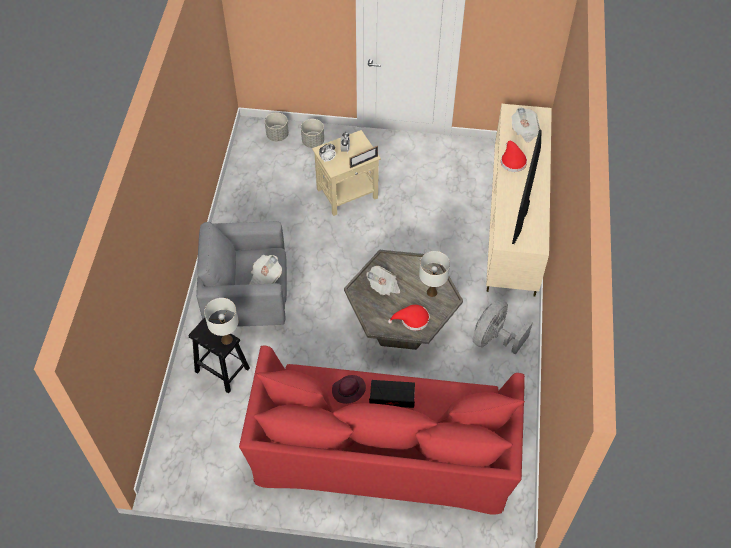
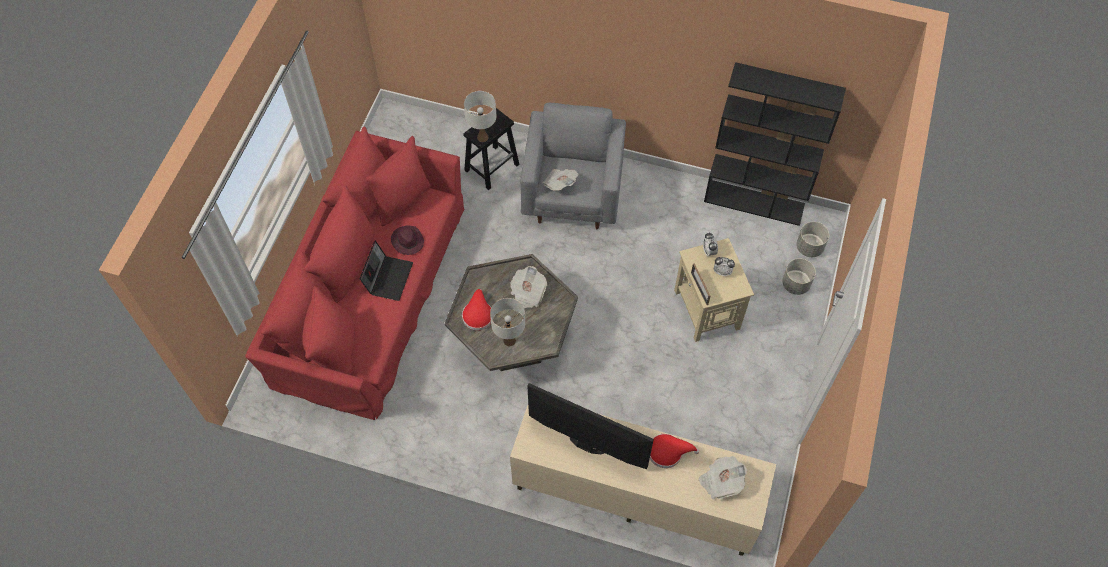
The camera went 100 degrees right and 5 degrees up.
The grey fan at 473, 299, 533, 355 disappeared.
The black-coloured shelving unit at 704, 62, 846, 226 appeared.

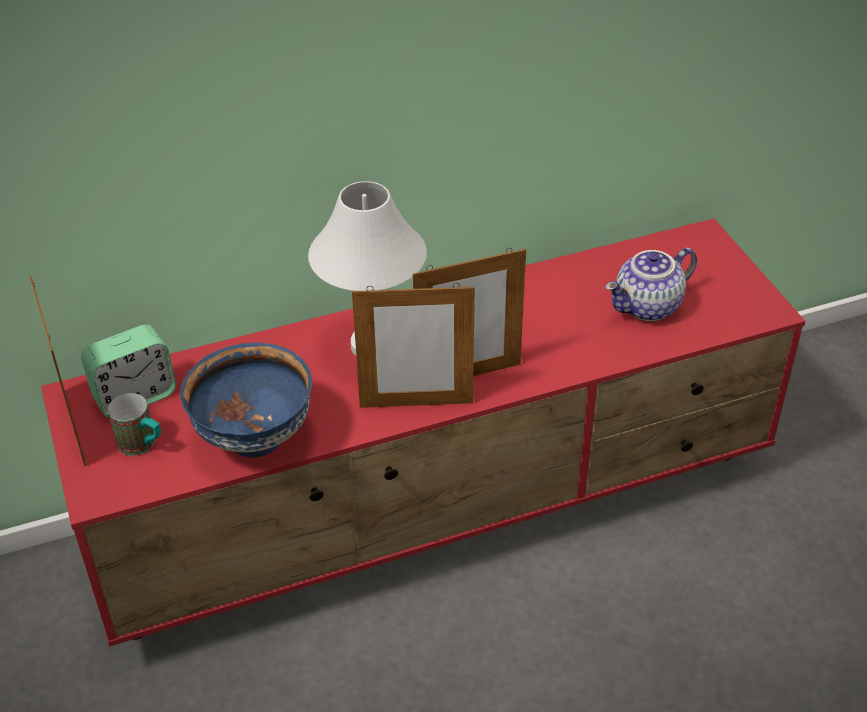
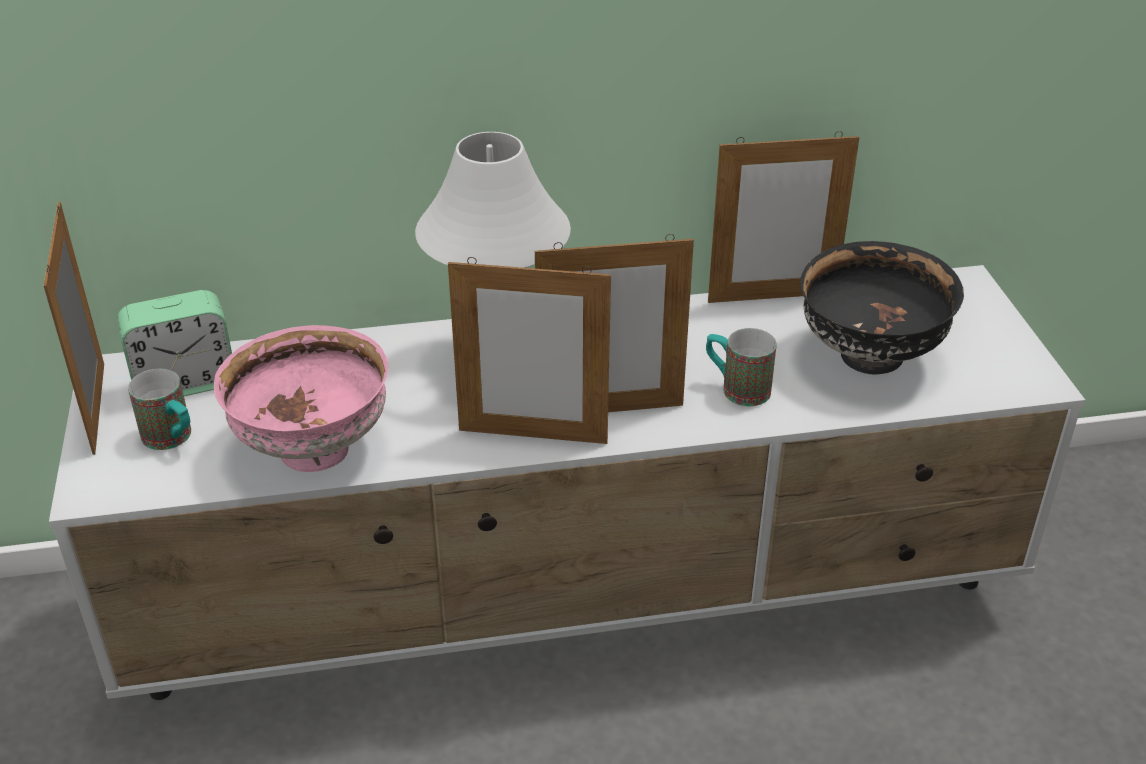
The camera went 10 degrees right and 5 degrees down.
The red tv unit at 41, 219, 805, 646 became the whitish tv unit at 49, 265, 1085, 700.
The tea pot at 605, 247, 697, 321 was replaced by the black-coloured bowl at 800, 241, 964, 374.
The blue-coloured bowl at 180, 343, 312, 457 became the pinkish bowl at 214, 325, 389, 472.
The photo frame at 708, 131, 859, 303 appeared.
The coffee mug at 706, 328, 777, 406 appeared.

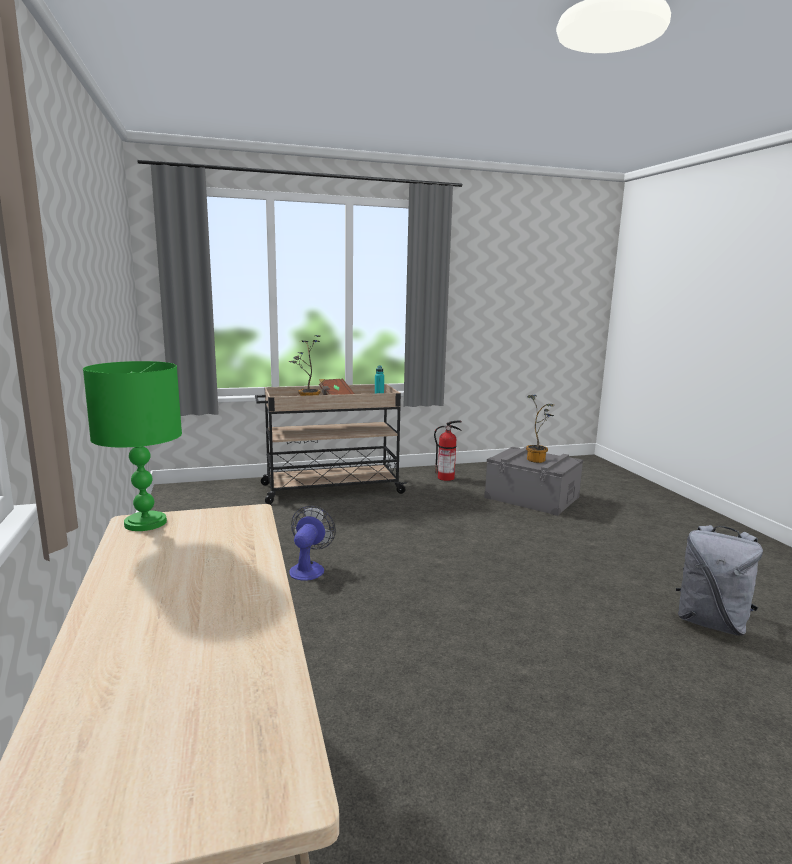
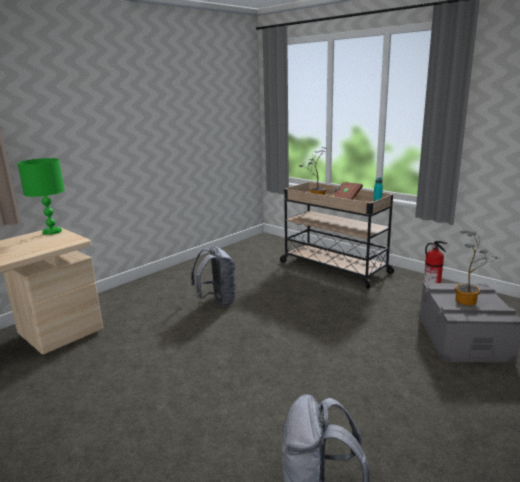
The camera went 60 degrees right and 5 degrees up.
The fan at 289, 506, 336, 581 was replaced by the grey knapsack at 191, 246, 236, 307.

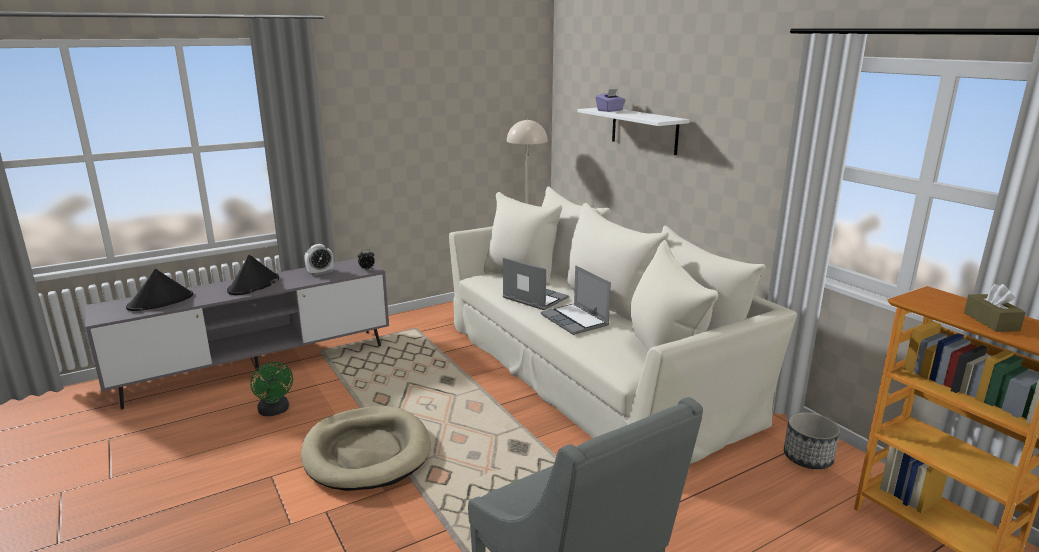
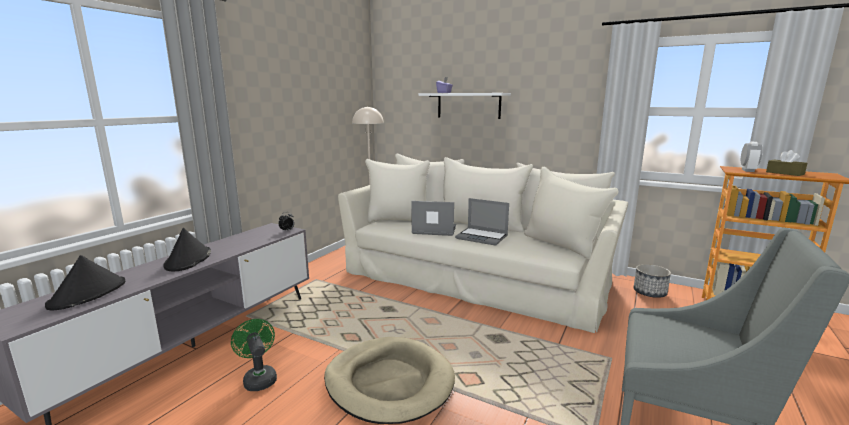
The camera went 30 degrees left and 5 degrees down.
The alarm clock moved from 304, 244, 334, 276 to 741, 142, 763, 172.
The greenish fan at 250, 362, 293, 416 turned 150 degrees counterclockwise.

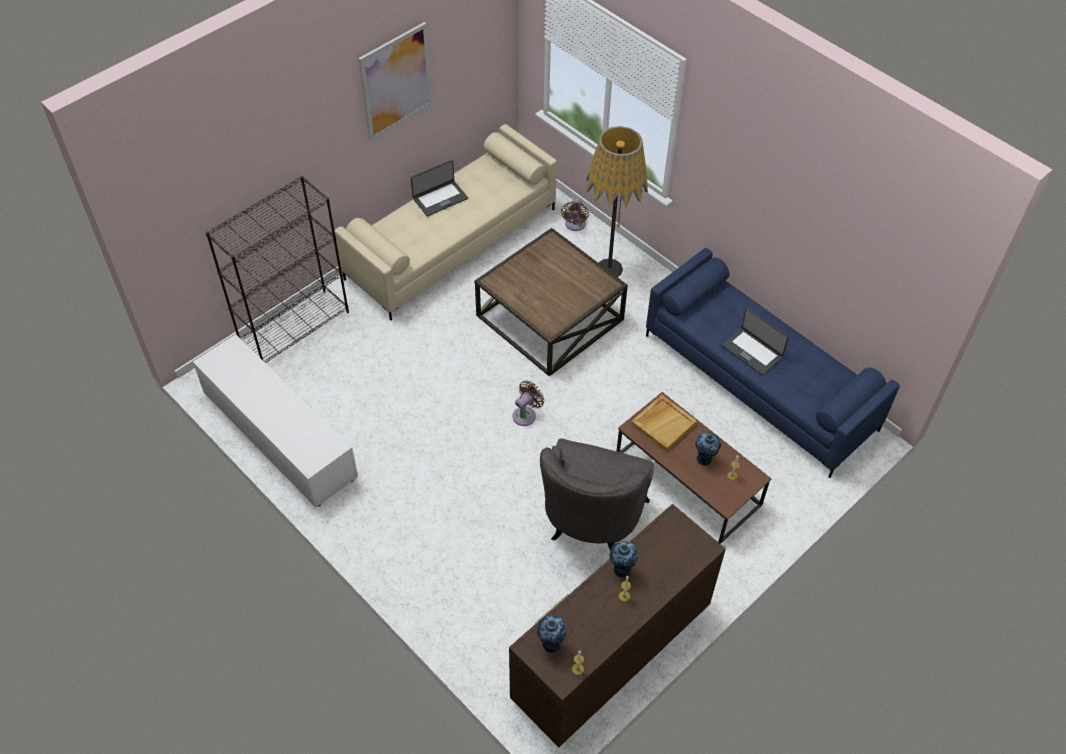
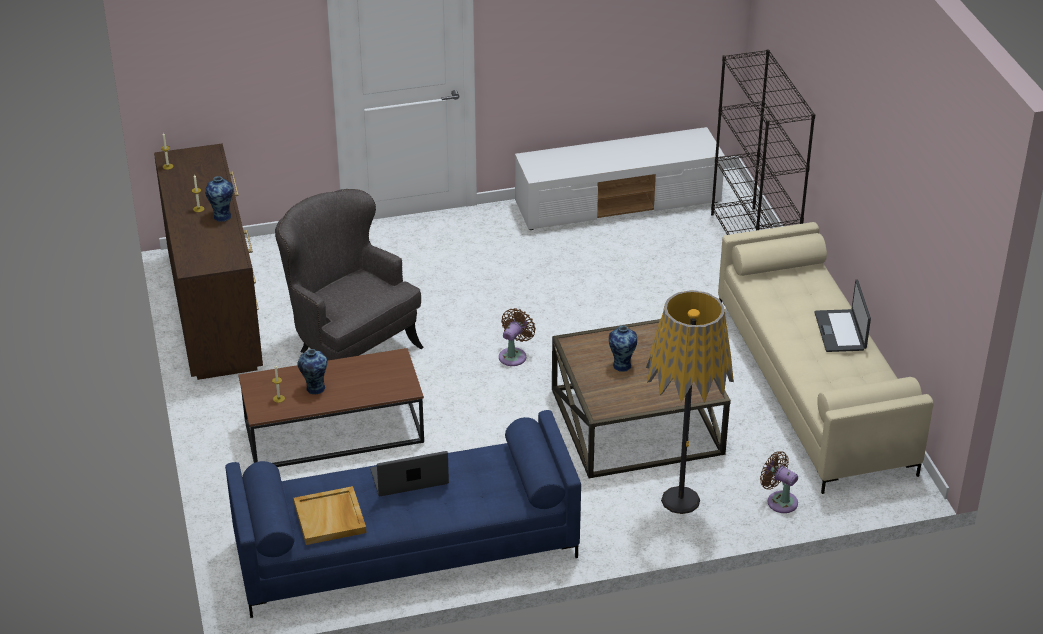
The camera went 120 degrees right and 15 degrees down.
The picture at 358, 22, 432, 141 disappeared.
The brown-coloured fan at 513, 381, 544, 426 turned 135 degrees counterclockwise.
The beige carrying tray moved from 631, 395, 697, 452 to 294, 486, 366, 545.
The flower vase moved from 537, 615, 567, 653 to 609, 325, 637, 372.

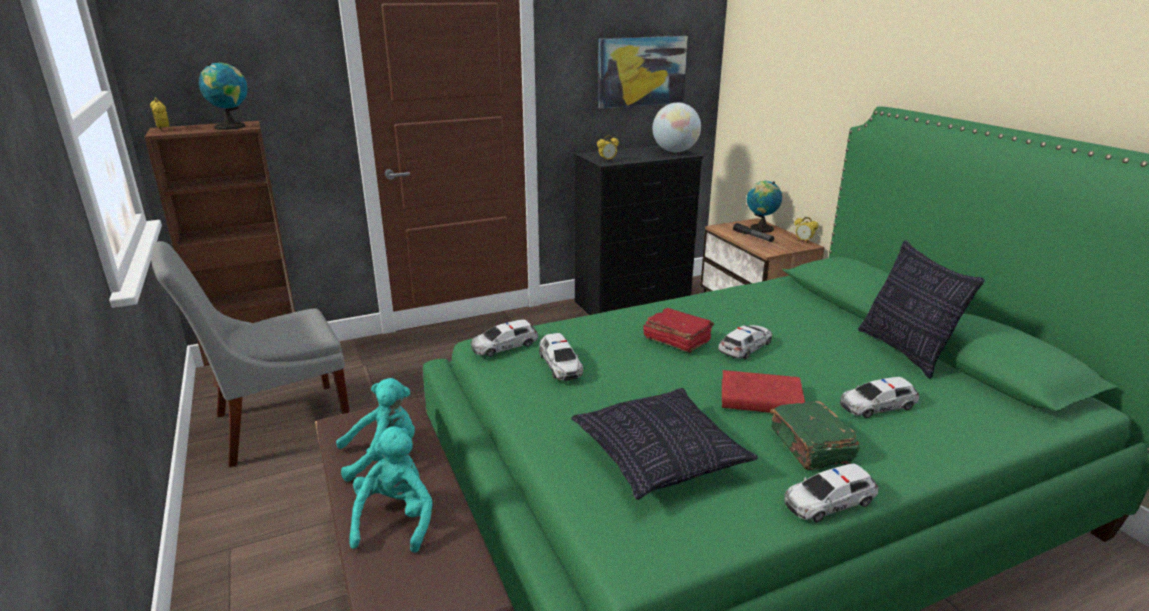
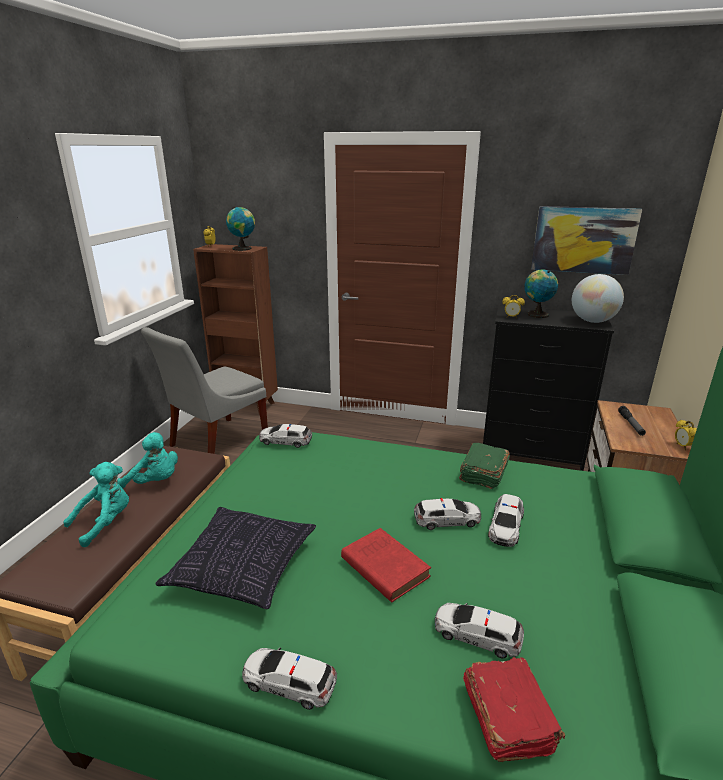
The camera went 40 degrees right and 0 degrees up.
The world globe moved from 747, 181, 782, 233 to 524, 270, 558, 318.
The cushion at 858, 240, 985, 379 disappeared.
The grey plain chair at 151, 241, 349, 467 turned 60 degrees counterclockwise.
The red volume moved from 643, 308, 714, 352 to 463, 657, 565, 762.
The miniature car moved from 539, 333, 583, 380 to 488, 494, 524, 547.
The greenish volume moved from 770, 401, 860, 470 to 459, 443, 510, 489.

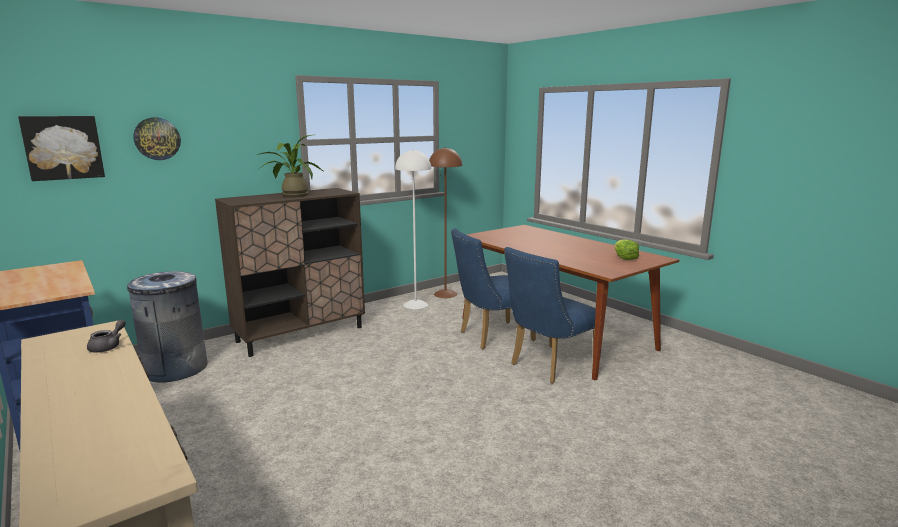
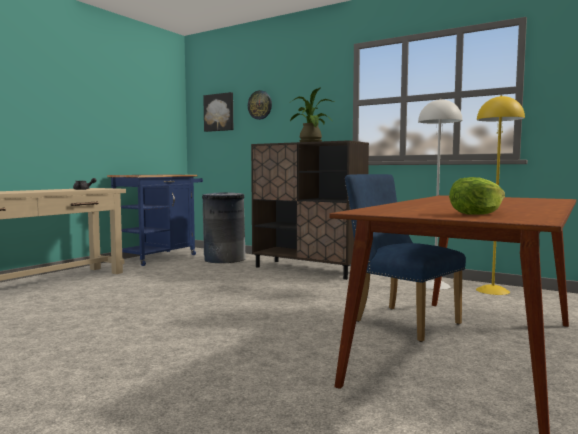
The camera went 70 degrees right and 10 degrees down.
The brown-coloured floor lamp at 429, 147, 462, 298 became the yellowish floor lamp at 476, 95, 525, 295.
The blue-coloured plain chair at 504, 247, 596, 384 disappeared.

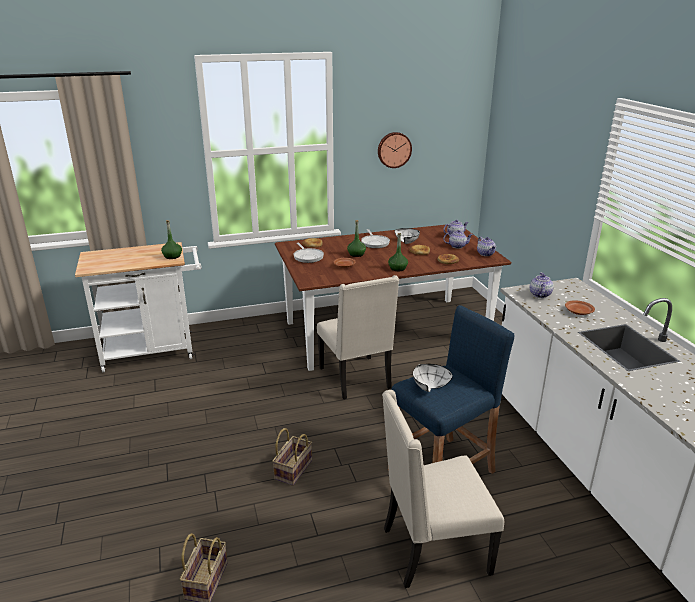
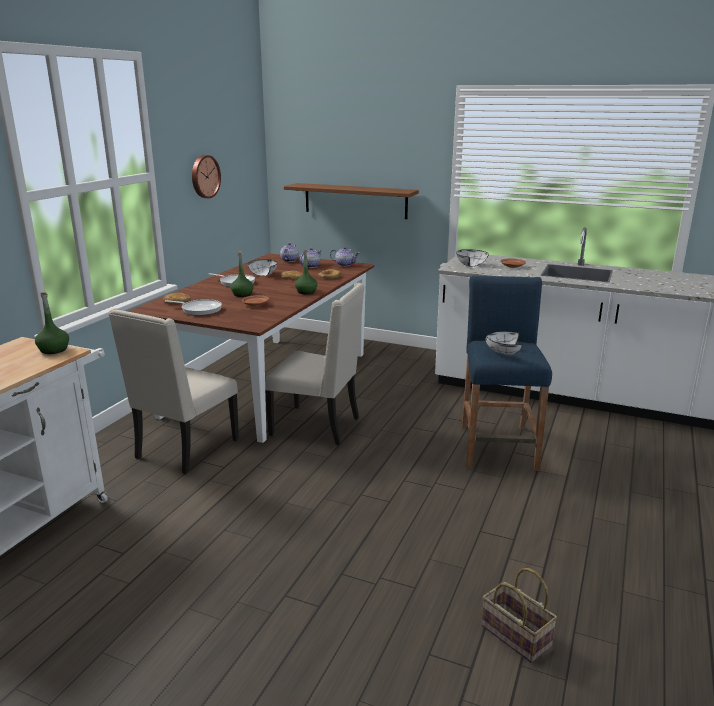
The camera went 50 degrees left and 5 degrees down.
The tea pot at 530, 272, 554, 298 was replaced by the whitish bowl at 456, 249, 489, 267.
The beige plain chair moved from 382, 390, 504, 588 to 108, 308, 239, 474.
The household basket at 272, 428, 312, 486 disappeared.
The brown-coloured bracket shelf at 284, 183, 419, 219 appeared.

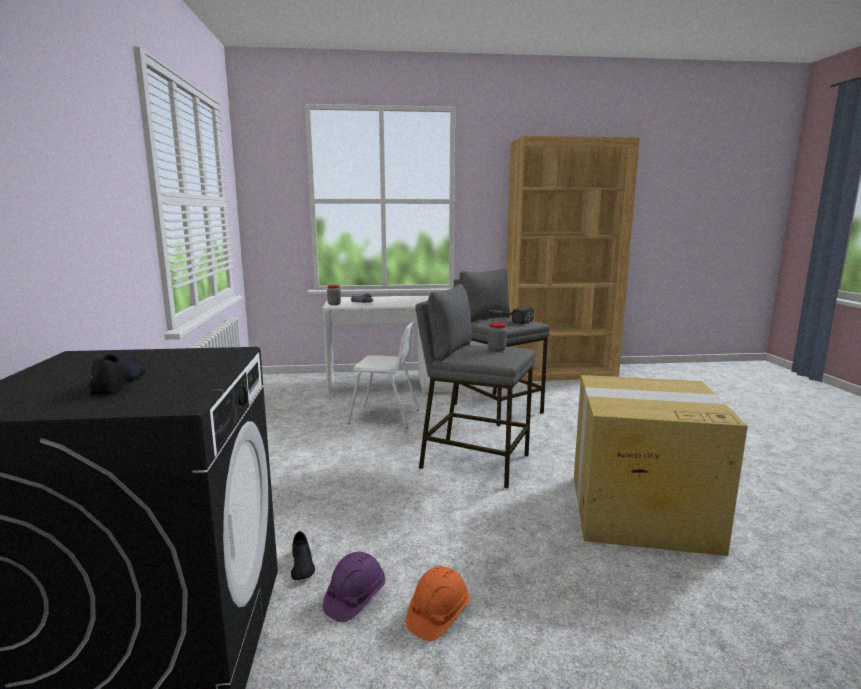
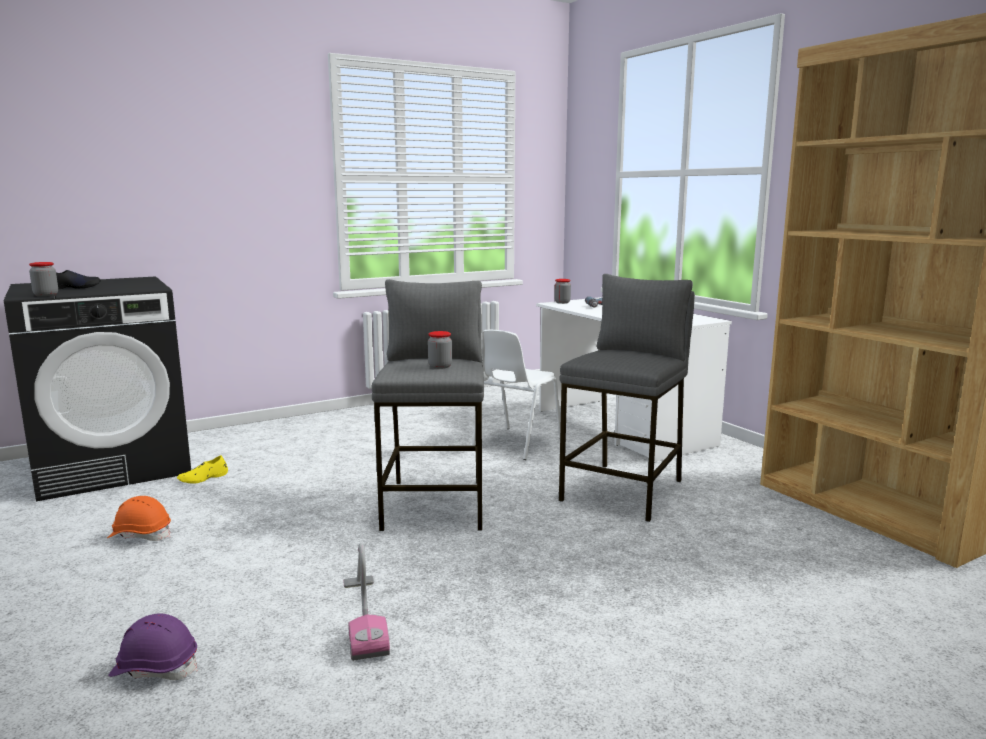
The camera went 65 degrees right and 0 degrees up.
The hand hammer at 488, 307, 534, 324 disappeared.
The whitish plain chair at 347, 321, 419, 428 turned 45 degrees clockwise.
The cardboard box at 574, 375, 748, 556 was replaced by the hoover at 343, 543, 390, 661.
The black-coloured item of footwear at 291, 531, 315, 580 became the yellowish item of footwear at 177, 455, 228, 484.
The purple hard hat moved from 323, 552, 385, 622 to 108, 614, 197, 680.
The jar at 29, 262, 58, 297 appeared.

